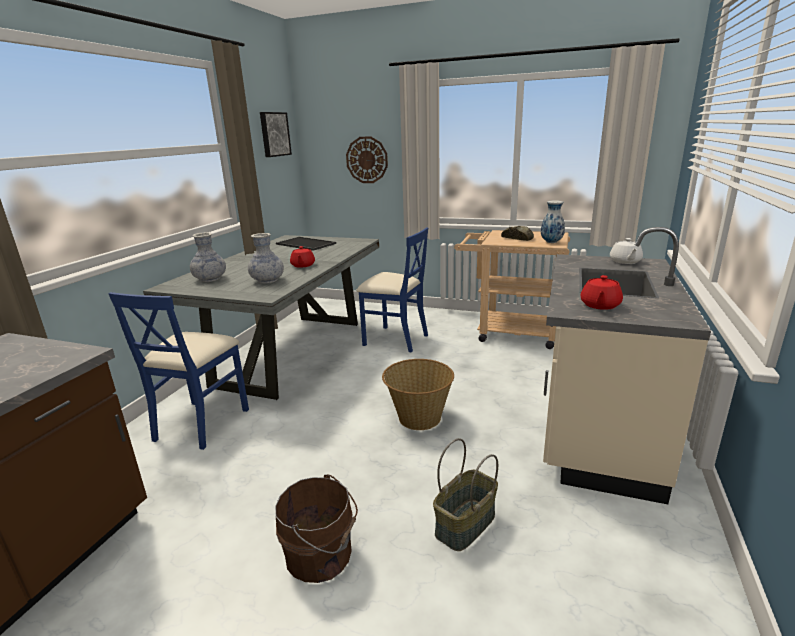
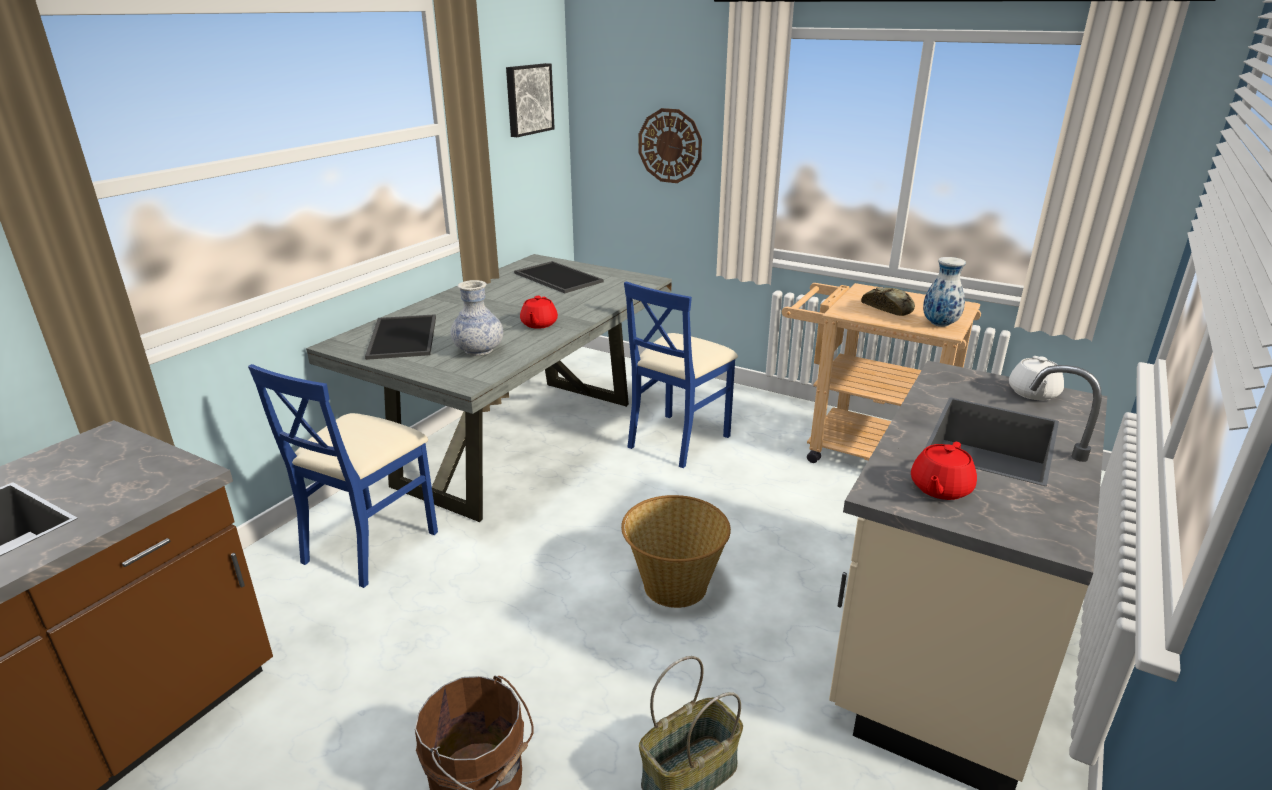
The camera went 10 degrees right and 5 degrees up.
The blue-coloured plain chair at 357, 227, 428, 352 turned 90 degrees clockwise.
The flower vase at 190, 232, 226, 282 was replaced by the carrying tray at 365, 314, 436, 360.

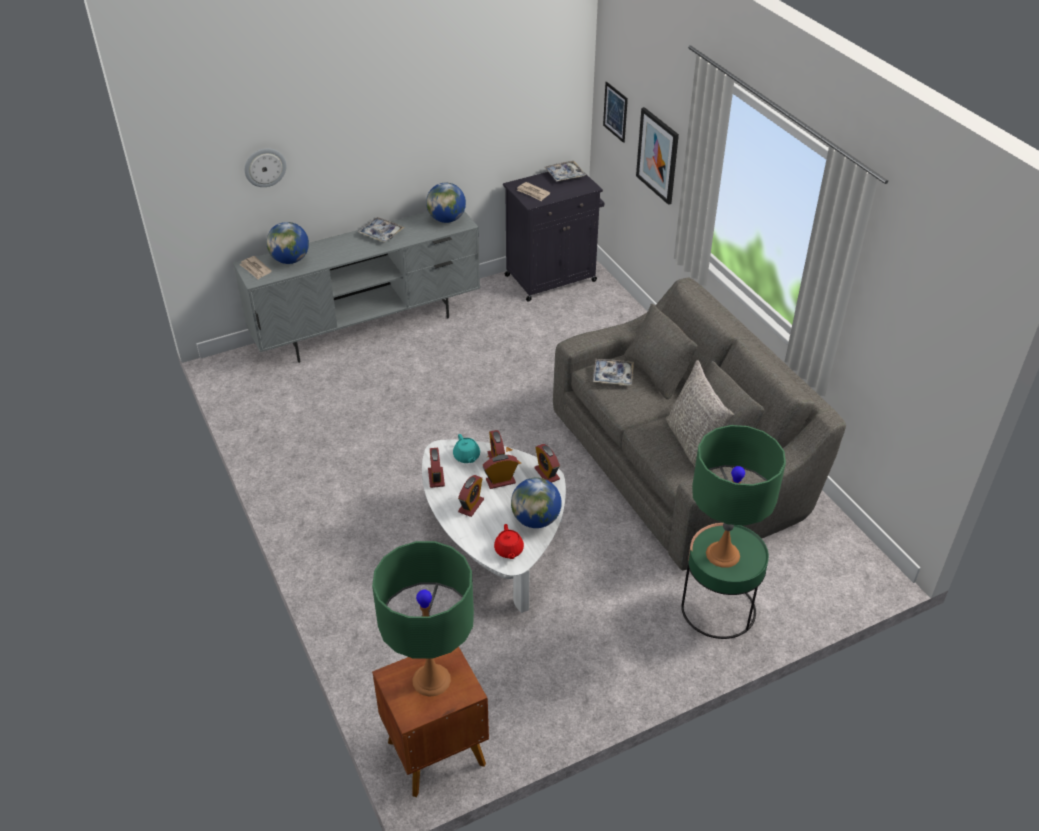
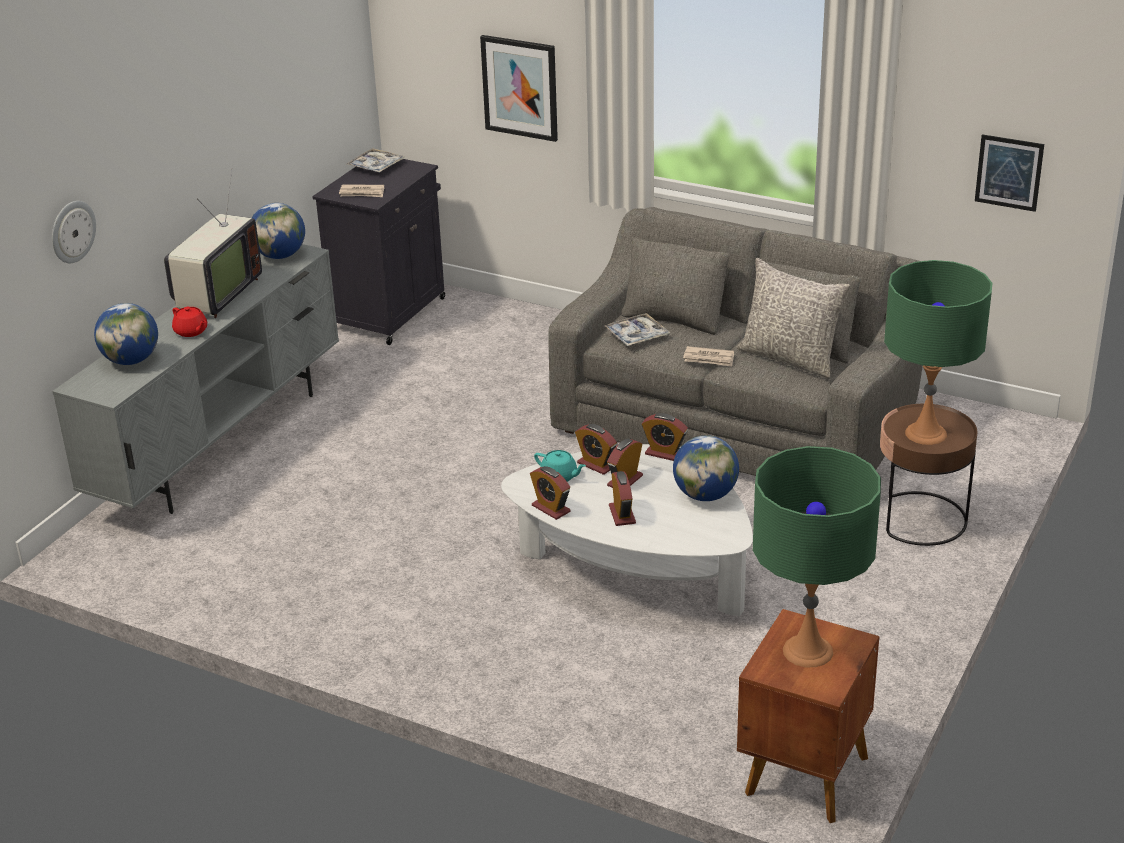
The camera went 35 degrees left and 10 degrees down.
The picture moved from 603, 82, 628, 143 to 975, 134, 1044, 212.
The carrying tray at 358, 217, 404, 242 was replaced by the TV set at 164, 168, 262, 318.
The printed paper moved from 239, 256, 272, 279 to 683, 346, 734, 367.
The greenish side table at 681, 523, 769, 639 became the brown-coloured side table at 880, 404, 978, 546.
The red tea pot moved from 494, 524, 524, 559 to 172, 307, 207, 337.

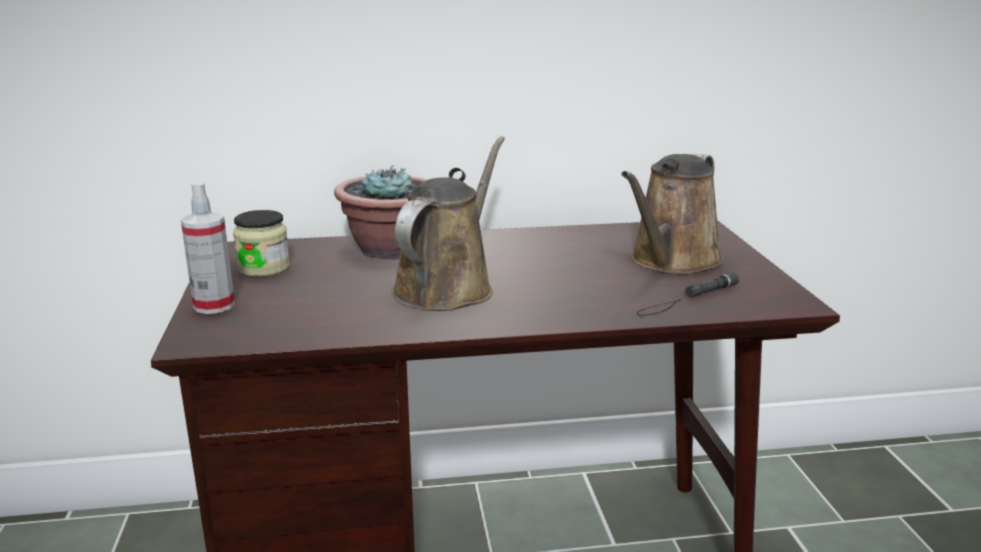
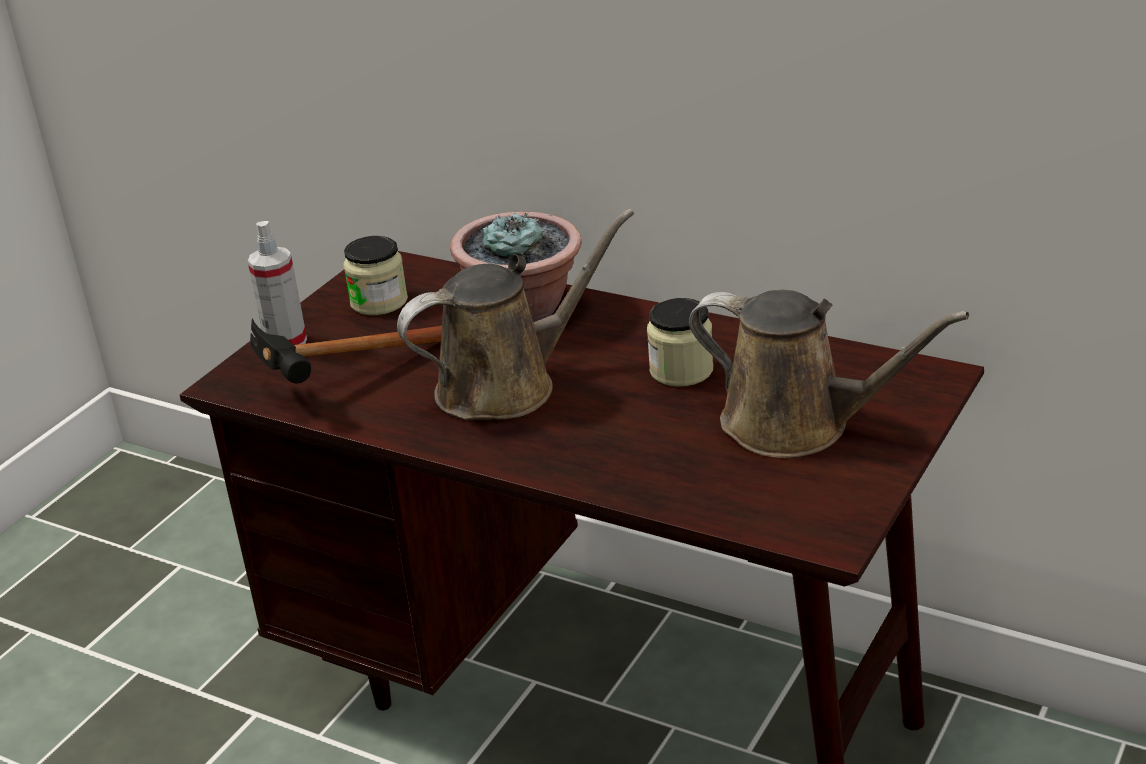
The camera went 40 degrees right and 10 degrees up.
The brown-coloured watering can at 621, 154, 723, 274 turned 135 degrees counterclockwise.
The black-coloured torch at 637, 272, 739, 316 disappeared.
The jar at 647, 298, 713, 387 appeared.
The hand hammer at 250, 318, 442, 383 appeared.

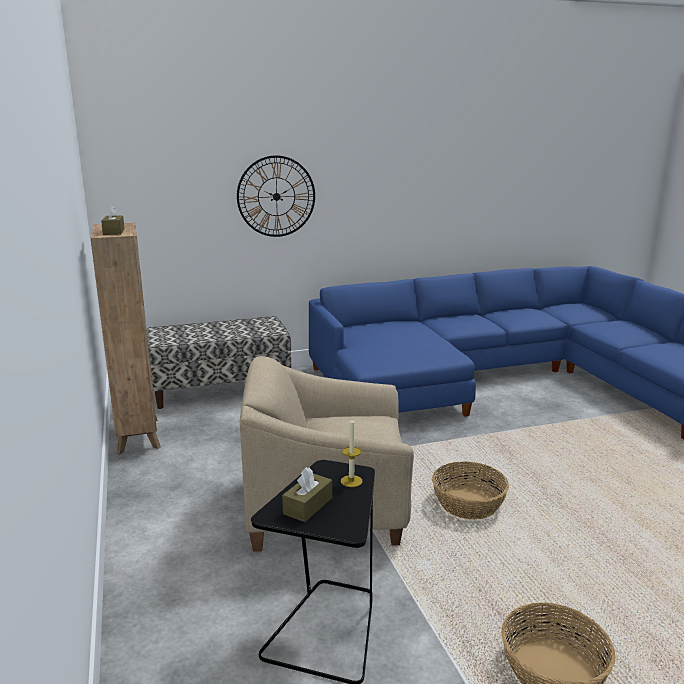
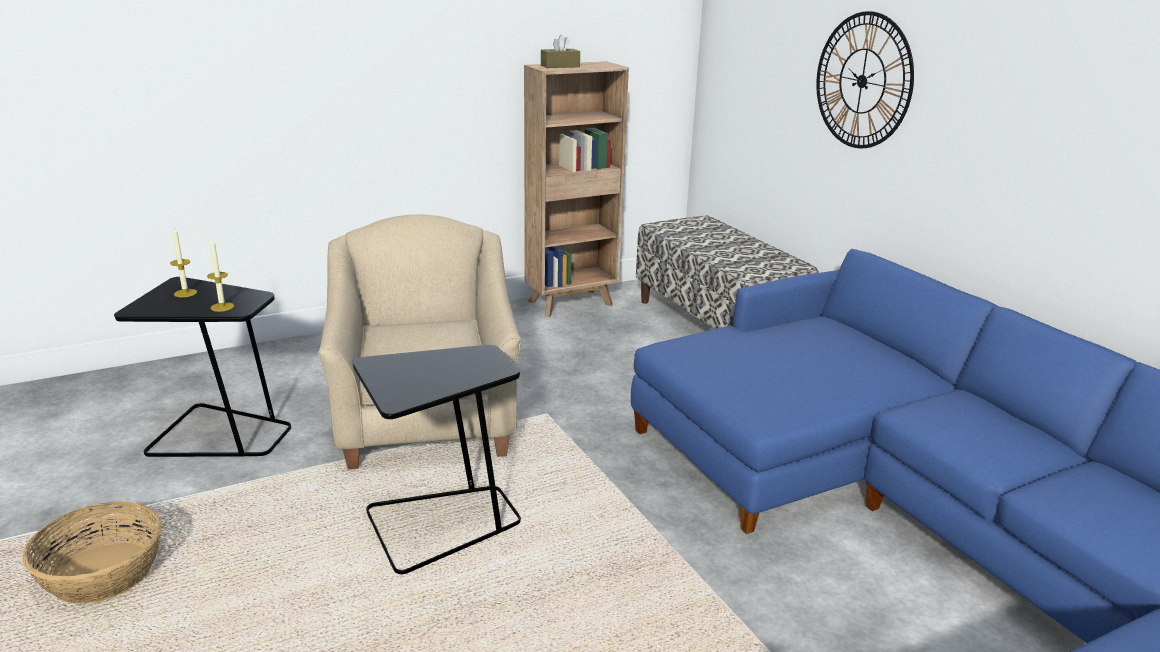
The camera went 80 degrees right and 5 degrees up.
The household basket at 432, 461, 509, 520 was replaced by the black-coloured side table at 353, 345, 521, 574.
The brown-coloured tissue holder at 282, 467, 332, 522 was replaced by the candle at 170, 227, 197, 297.

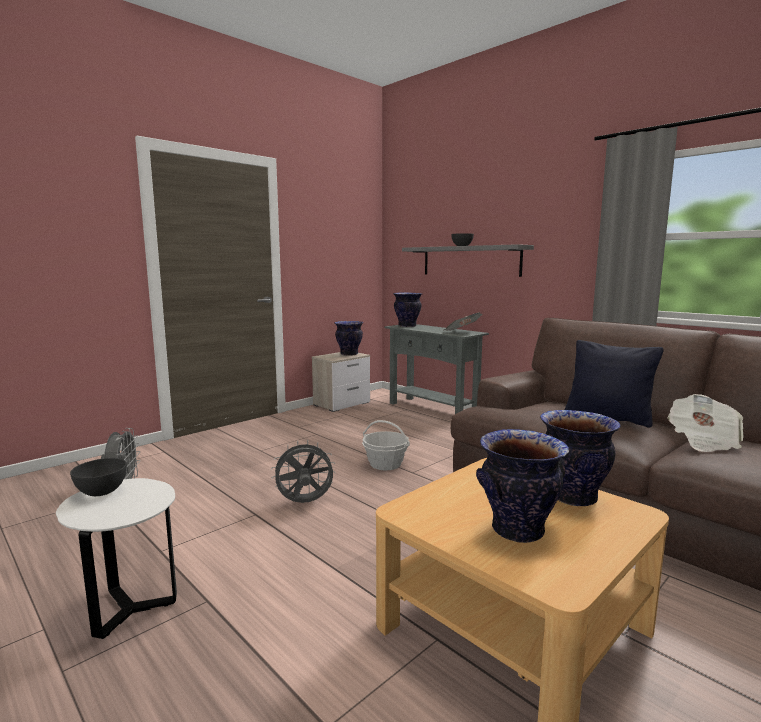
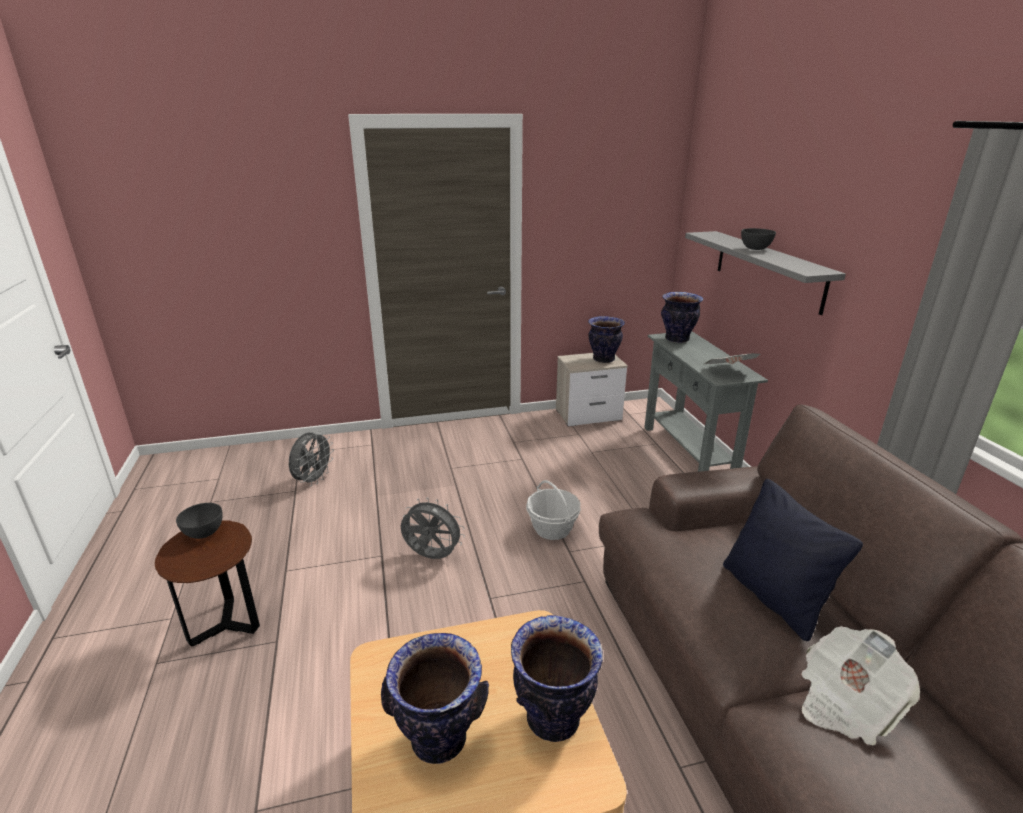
The camera went 30 degrees right and 15 degrees up.
The whitish side table at 56, 478, 177, 639 became the brown-coloured side table at 155, 520, 260, 647.

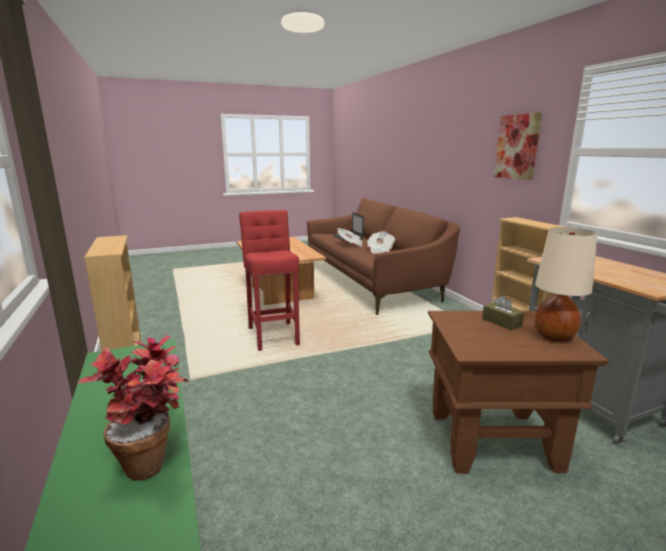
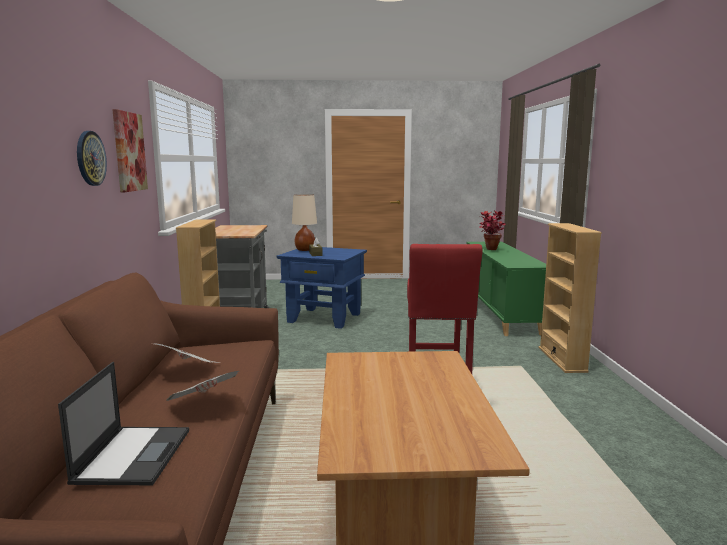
The camera went 160 degrees left and 5 degrees down.
The brown-coloured side table at 428, 311, 609, 474 became the blue-coloured side table at 277, 247, 367, 329.
The hanging clock at 77, 131, 107, 186 appeared.

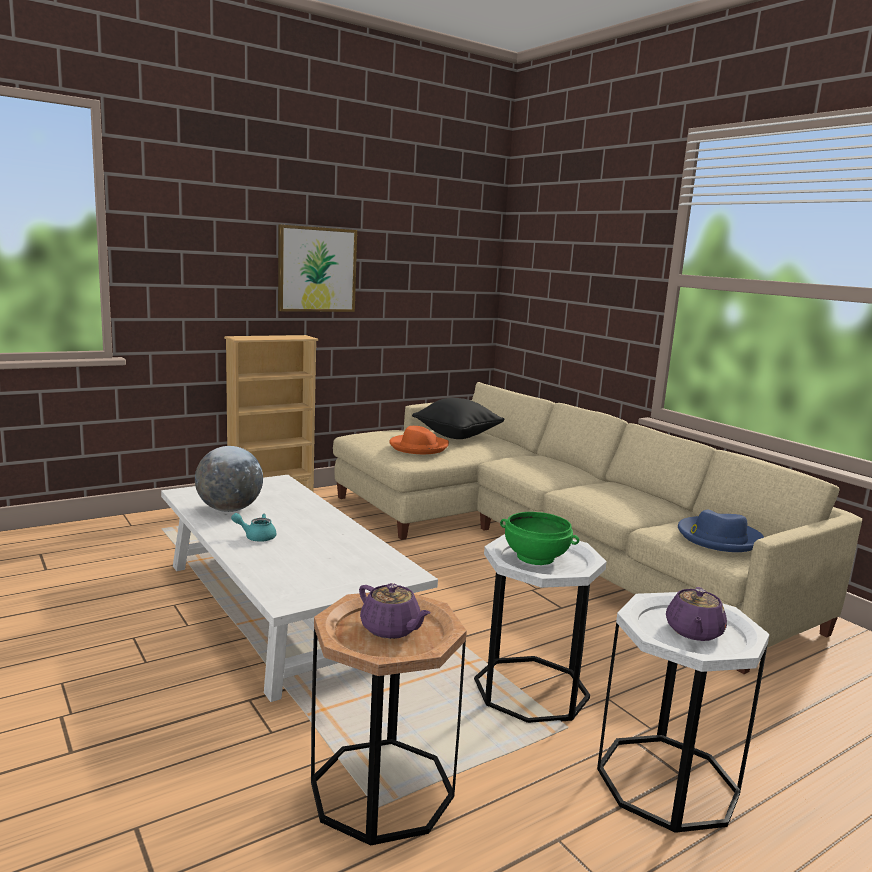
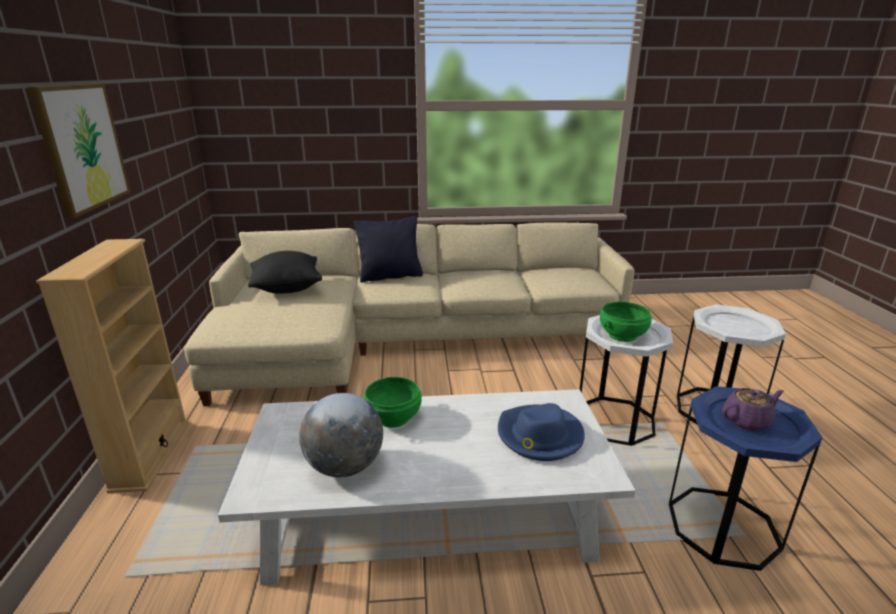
The camera went 60 degrees left and 10 degrees up.
The orangey hat at 389, 426, 449, 454 disappeared.
The blue-coloured hat moved from 678, 510, 764, 552 to 498, 403, 585, 461.
The turquoise-coloured tea pot at 231, 513, 276, 542 disappeared.
The purple tea pot at 666, 587, 727, 641 disappeared.
The brown-coloured side table at 311, 592, 467, 846 became the blue-coloured side table at 669, 386, 823, 571.
The black-coloured cushion at 354, 216, 423, 283 appeared.
The greenish bowl at 364, 377, 422, 428 appeared.

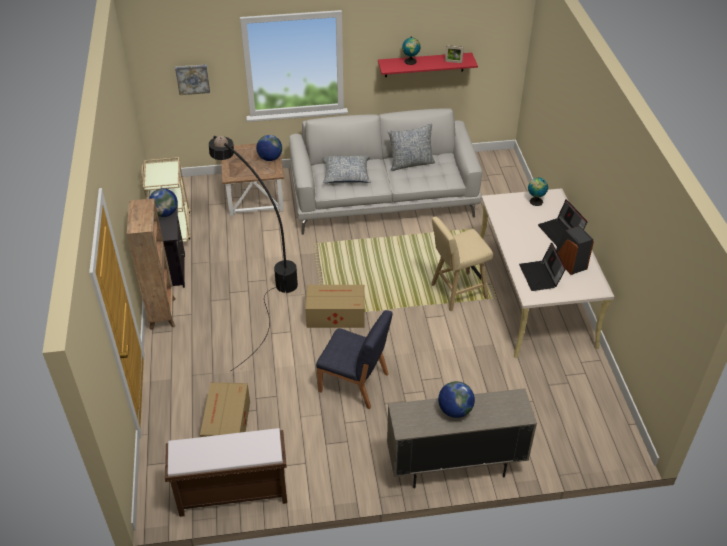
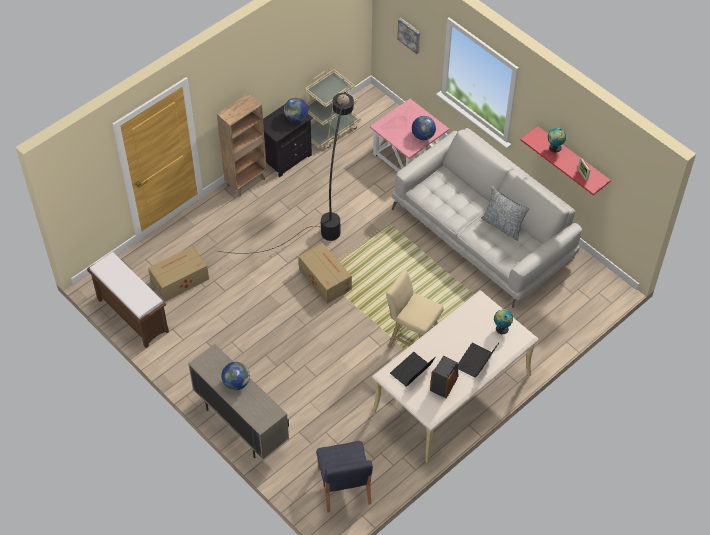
The camera went 55 degrees right and 10 degrees up.
The brown-coloured side table at 221, 143, 284, 216 became the pinkish side table at 370, 99, 449, 172.
The cushion at 323, 155, 371, 183 disappeared.
The blue-coloured plain chair moved from 316, 310, 392, 409 to 316, 441, 373, 512.

